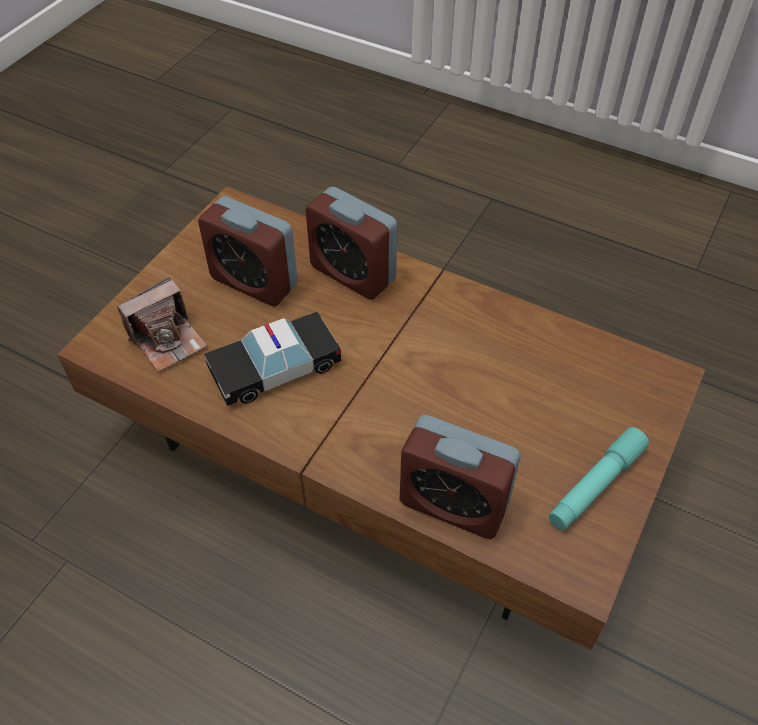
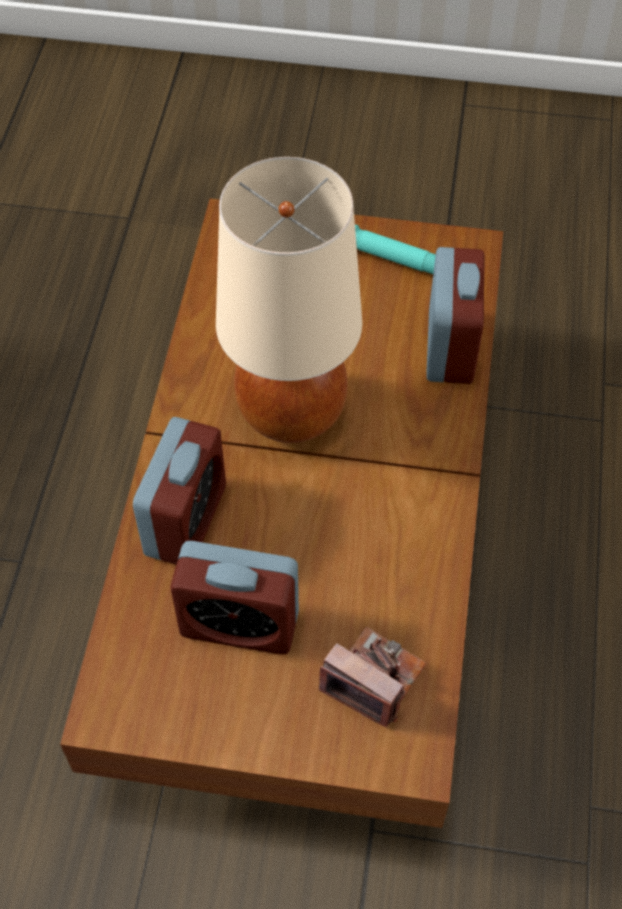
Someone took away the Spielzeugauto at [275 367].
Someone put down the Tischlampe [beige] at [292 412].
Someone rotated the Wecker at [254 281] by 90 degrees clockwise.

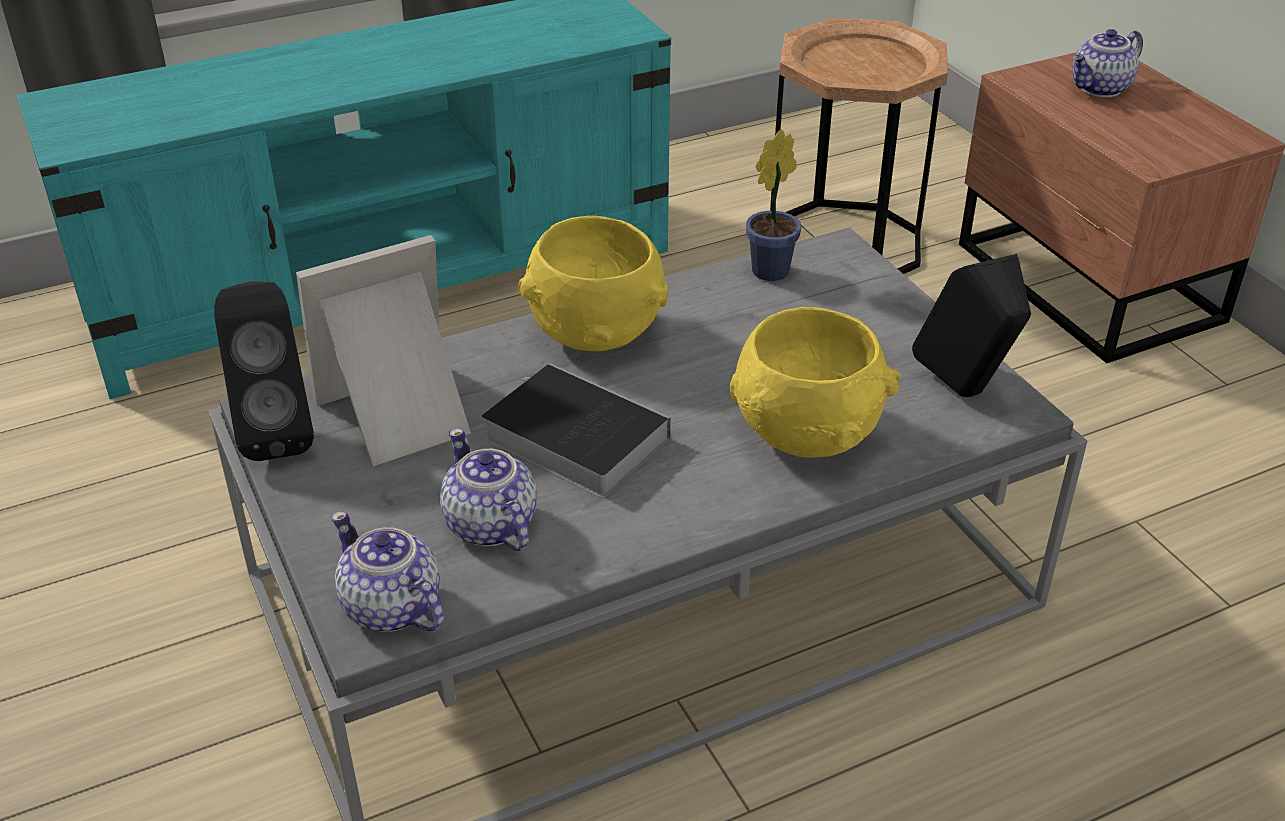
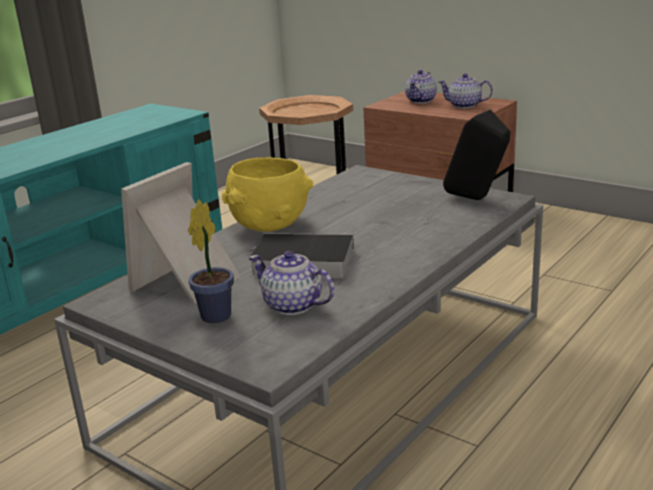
Someone took away the Lautsprecher [schwarz] at [277 432].
Someone took away the Schüssel [gelb] at [807 436].
Someone carried the Teekanne from [391 608] to [465 105].
Someone carried the Topfpflanze from [774 269] to [218 314].

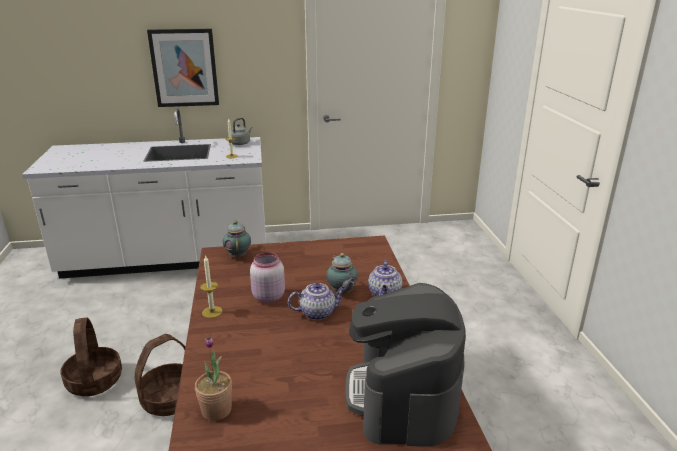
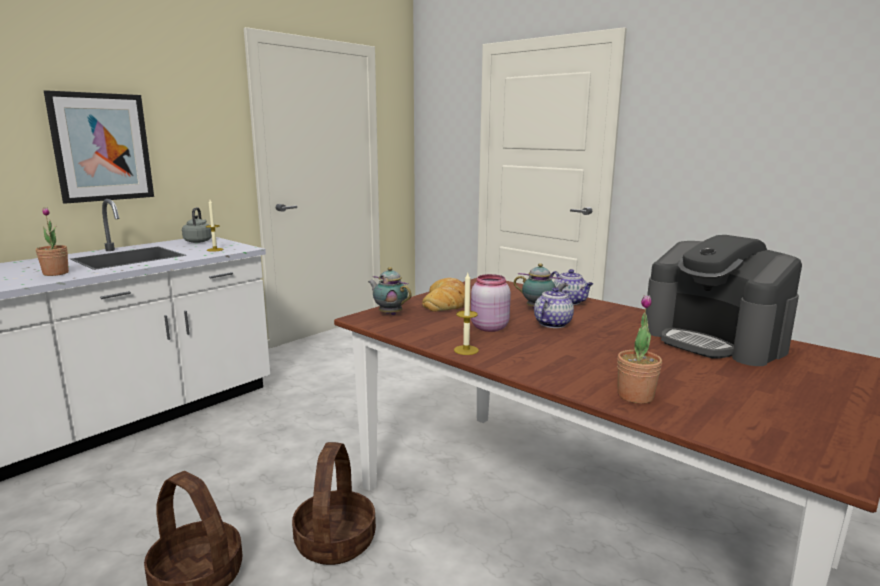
Someone put down the Topfpflanze at [56 273].
Someone put down the Brot at [447 302].

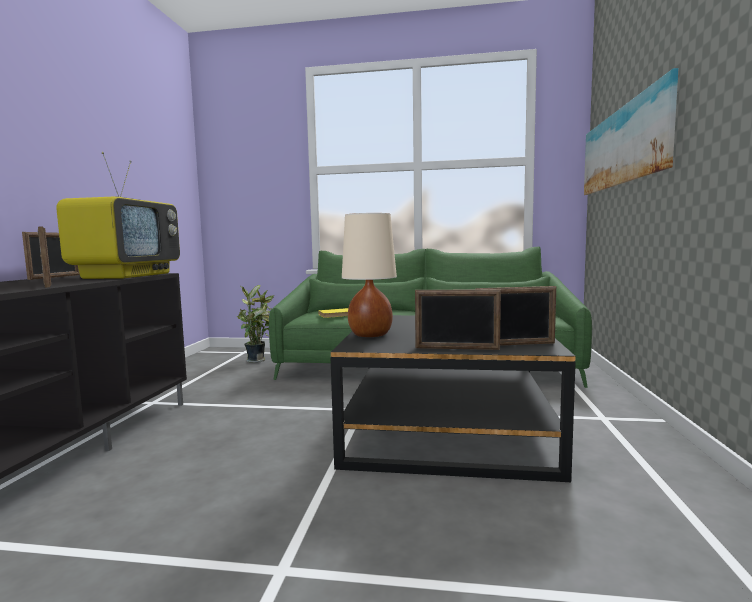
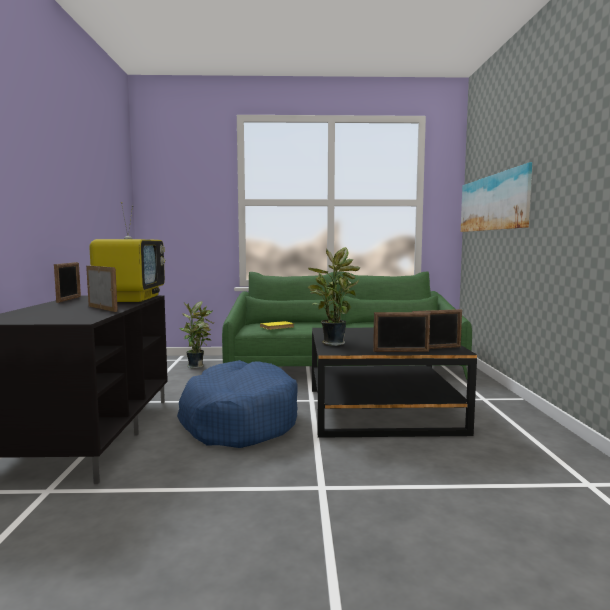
Someone put down the Hundebett [blau] at [238 420].
Someone swapped the Tischlampe [beige] at [371 335] for the Topfpflanze at [333 343].

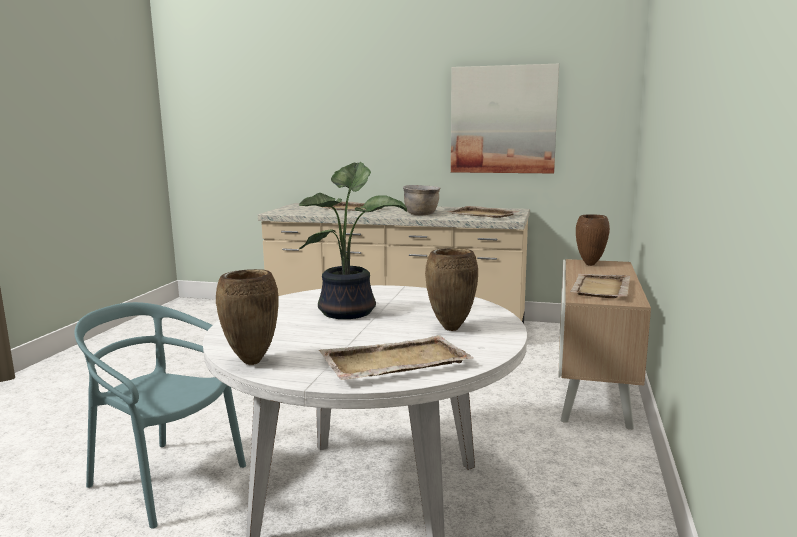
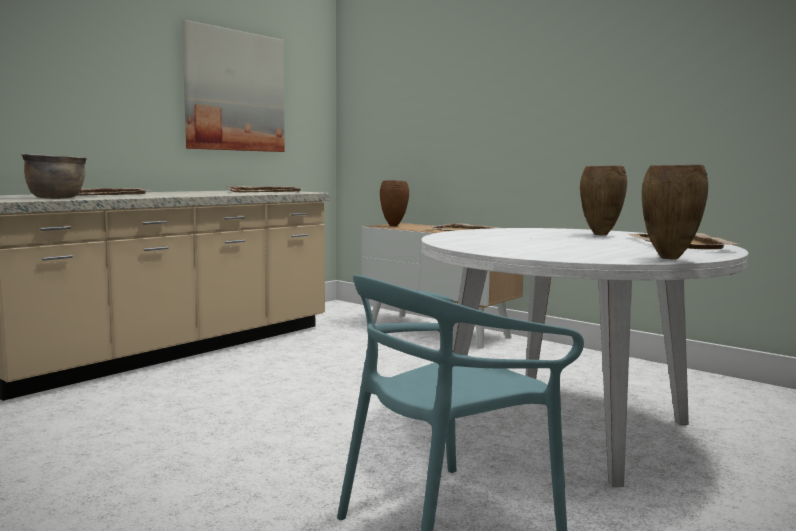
Someone took away the Topfpflanze at [350 311].
Someone carried the Kochtopf [braun] from [421 214] to [56 198].

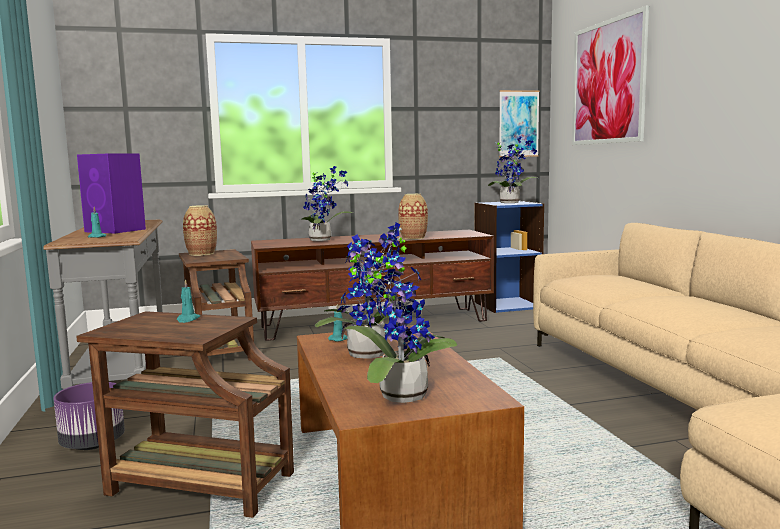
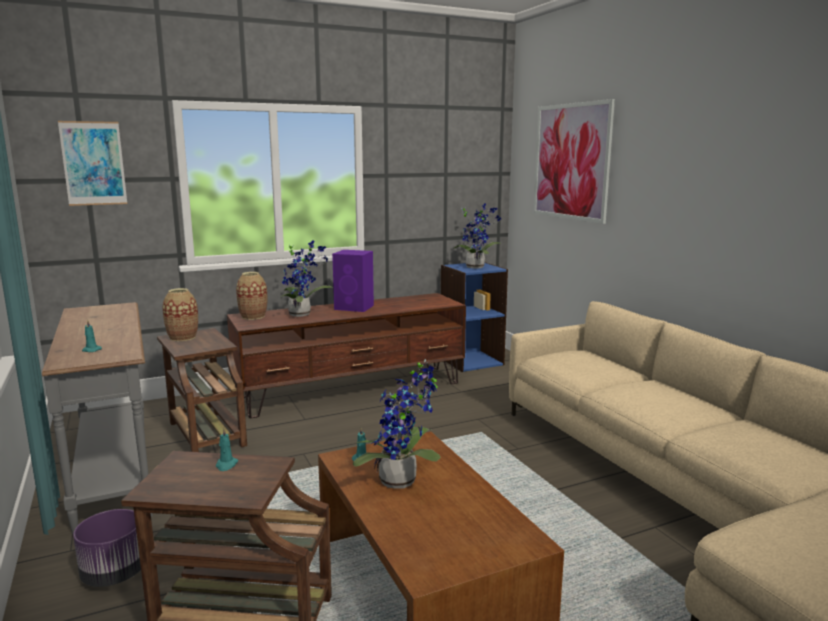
Someone took away the Topfpflanze at [397 395].
Someone carried the Lautsprecher [lila] from [116 230] to [355 307].
Someone carried the Vase from [413 238] to [253 316].
Someone carried the Bild from [518 124] to [93 163].

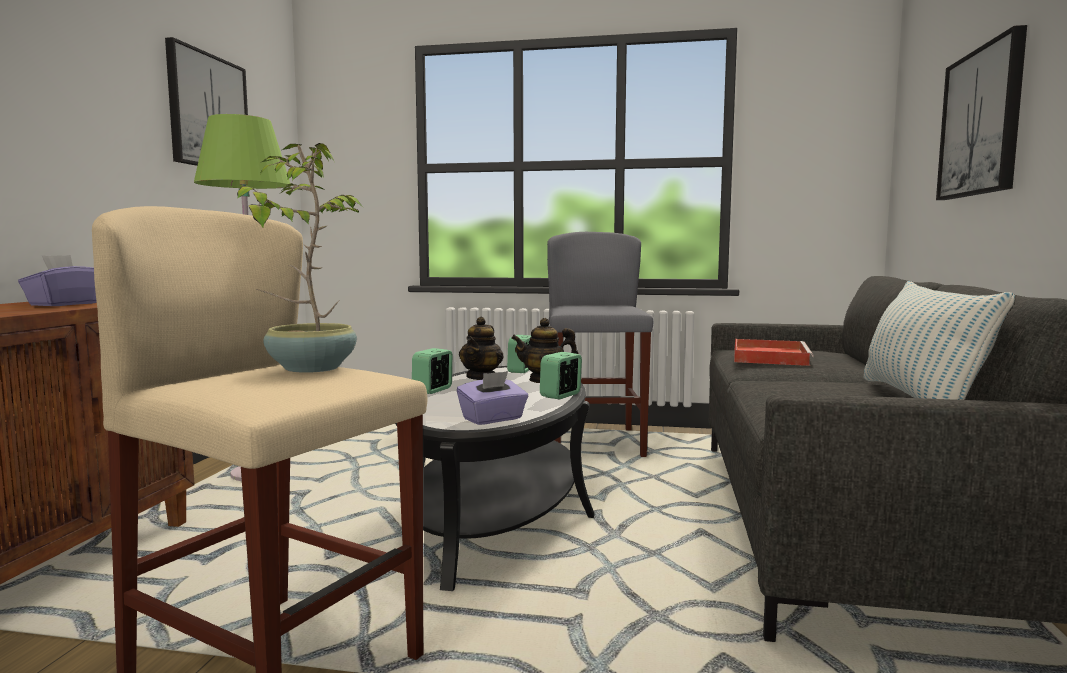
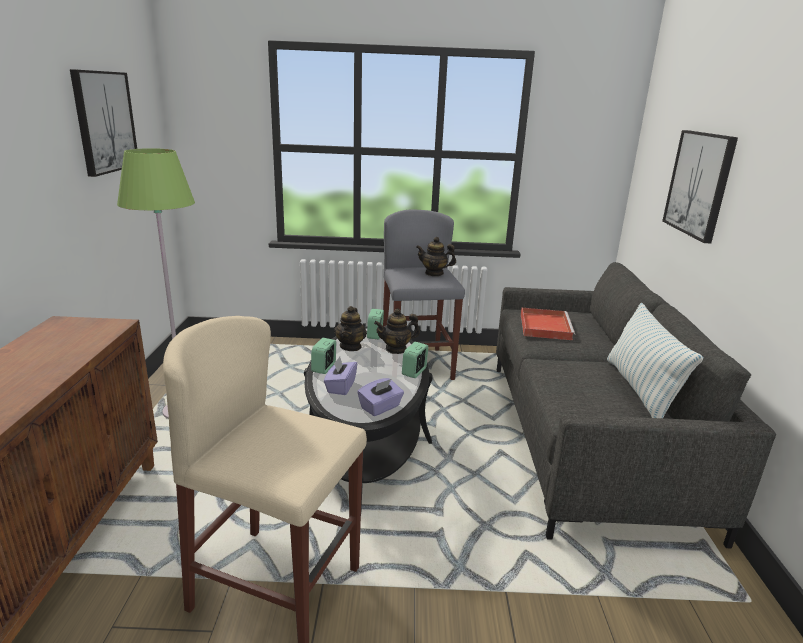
Someone took away the Topfpflanze at [309 368].
Someone put down the Teekanne at [434 273].
Someone carried the Taschentuchbox [lila] from [64 304] to [340 387].

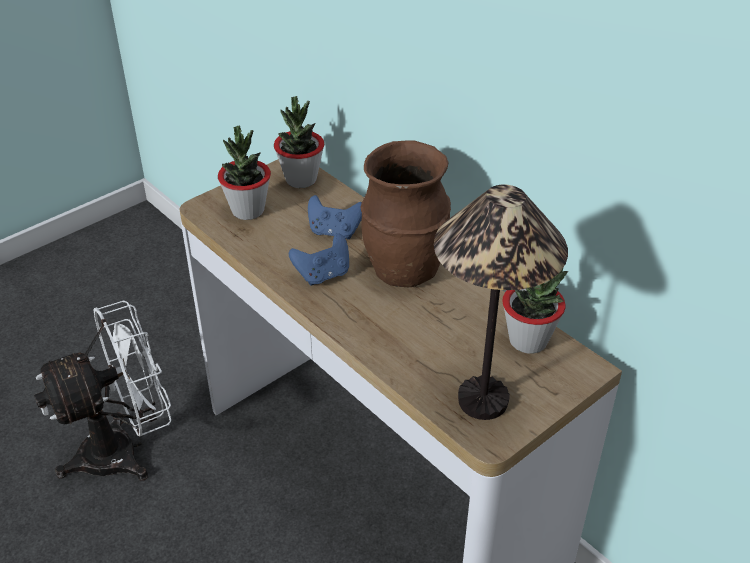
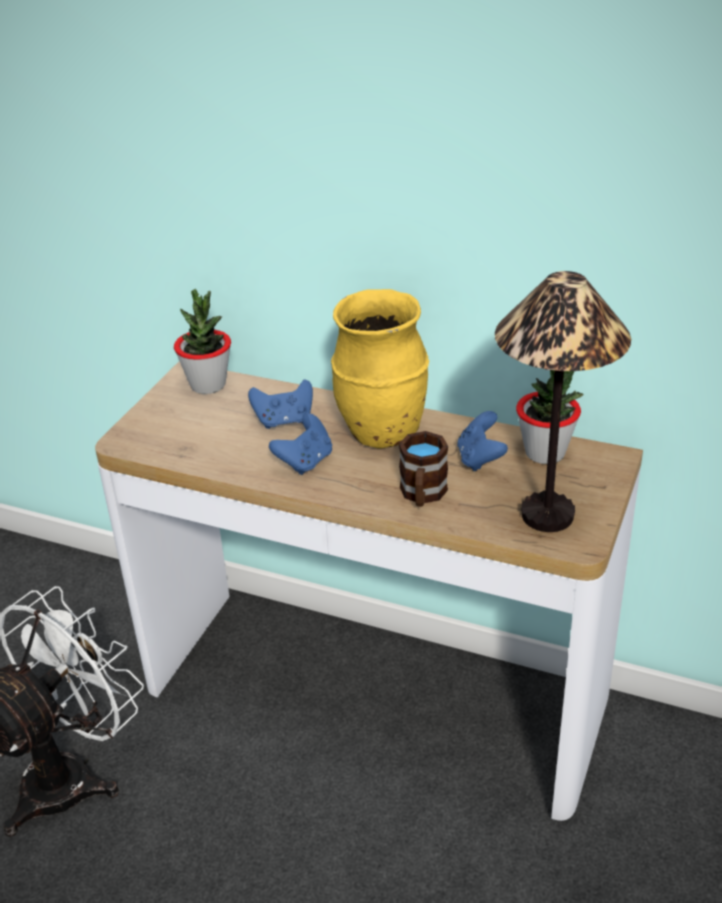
Someone took away the Topfpflanze at [248 211].
Someone put down the Henkelbecher [braun] at [422 495].
Someone put down the Gamepad [blau] at [480 459].
Someone repainted the Vase [braun] at [403 271], which became the Vase [gelb] at [382 433].

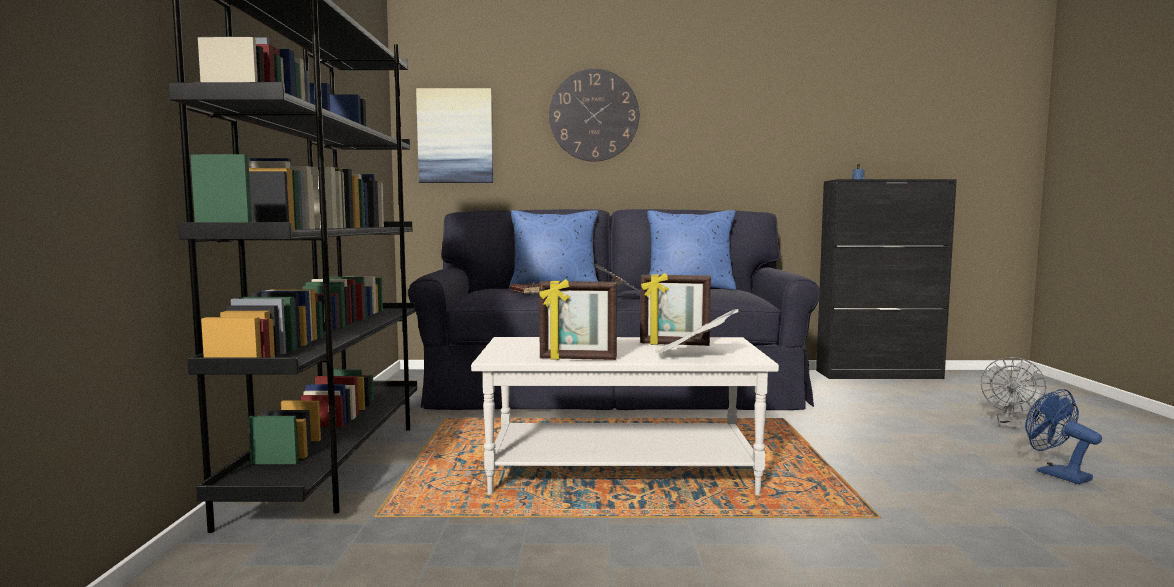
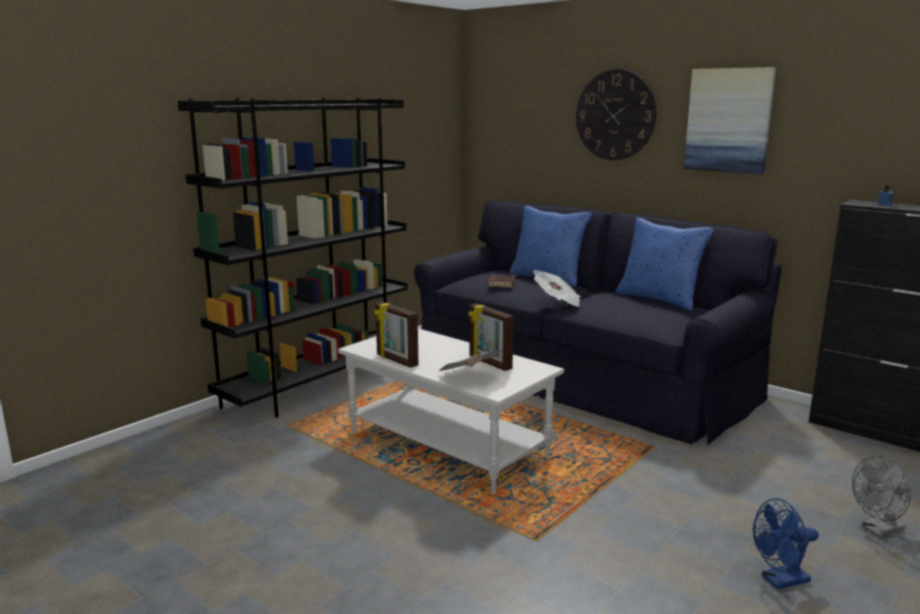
Someone carried the Bild from [455 136] to [728 120].
Someone rotated the Ventilator [blau] at [1055 474] by 120 degrees counterclockwise.

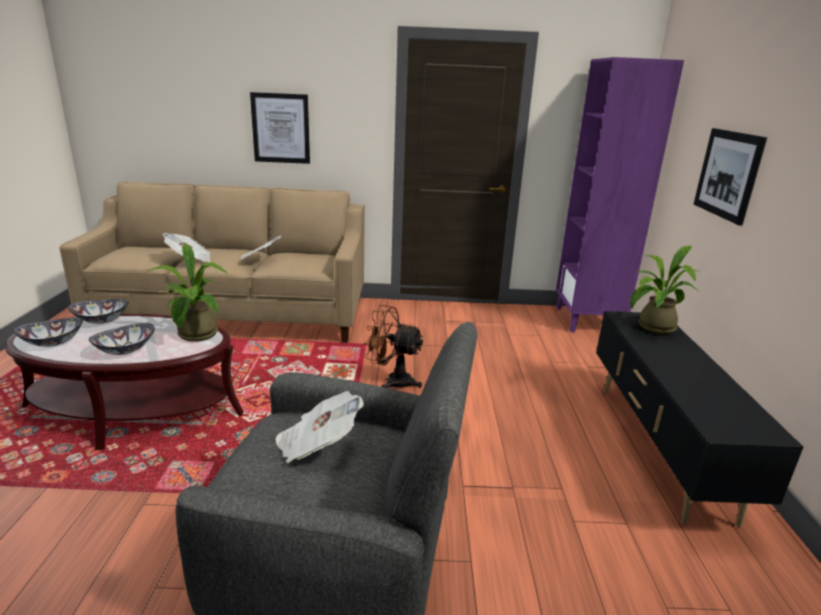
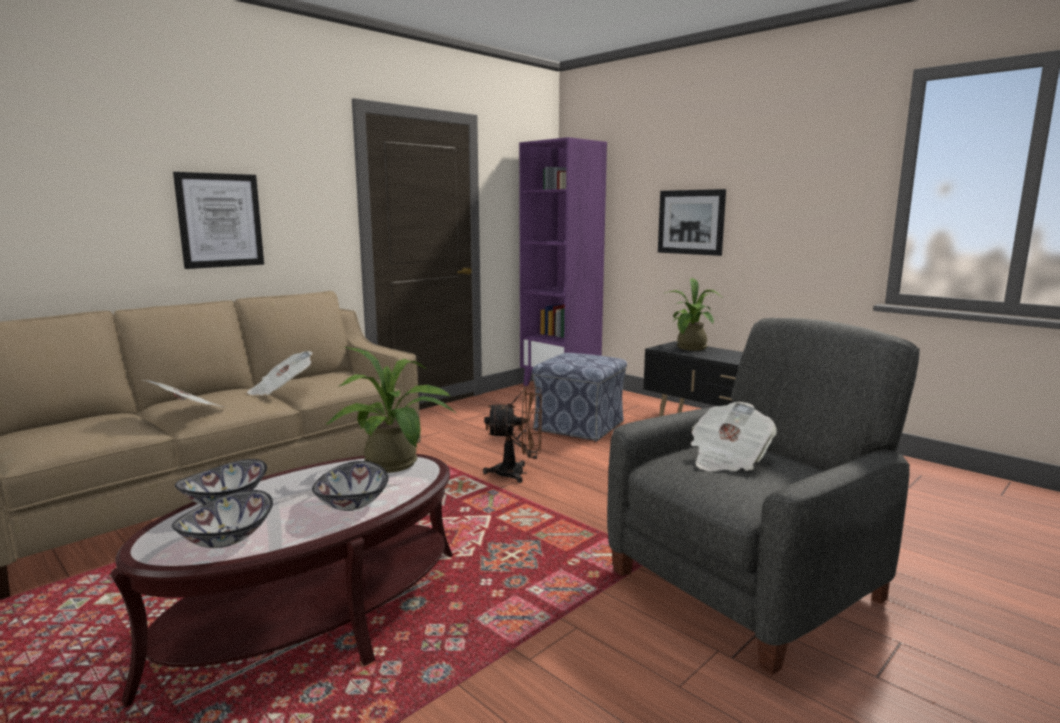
Someone put down the Polsterhocker at [580 426].
Someone rotated the Ventilator [braun] at [392 381] by 150 degrees counterclockwise.

